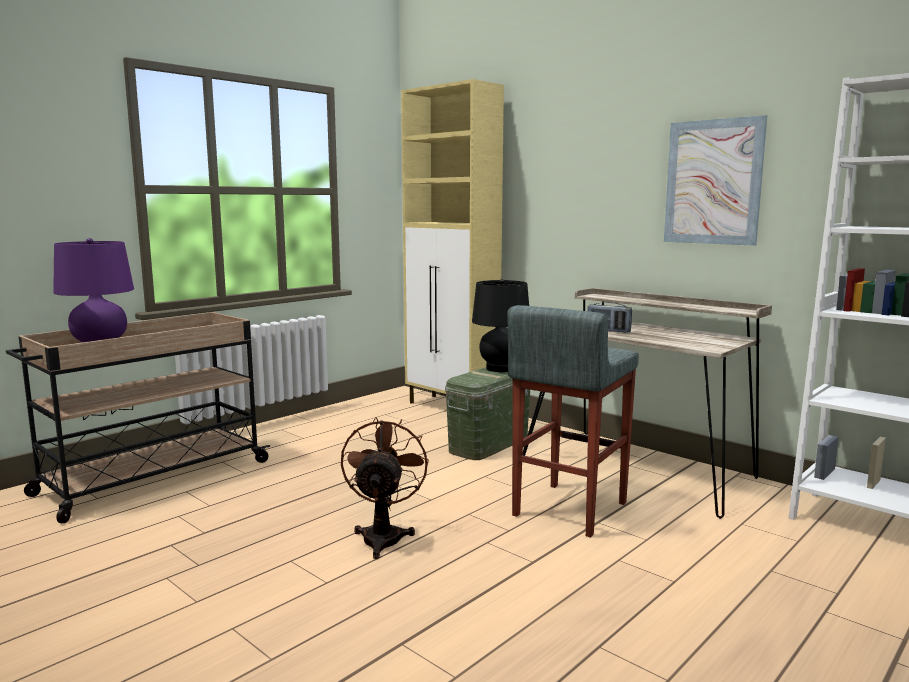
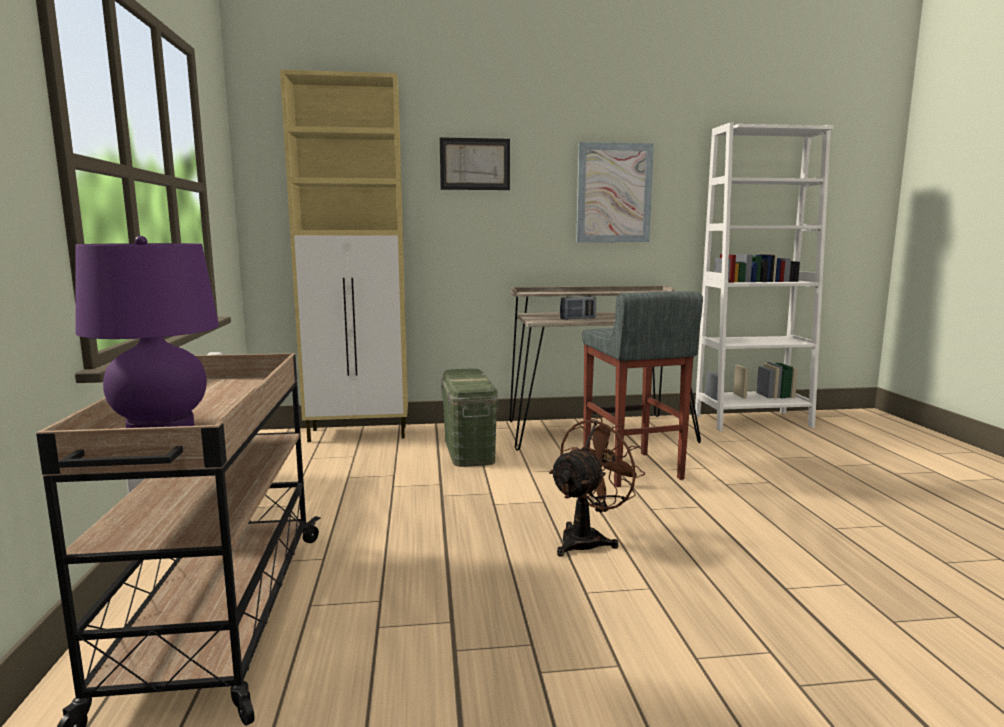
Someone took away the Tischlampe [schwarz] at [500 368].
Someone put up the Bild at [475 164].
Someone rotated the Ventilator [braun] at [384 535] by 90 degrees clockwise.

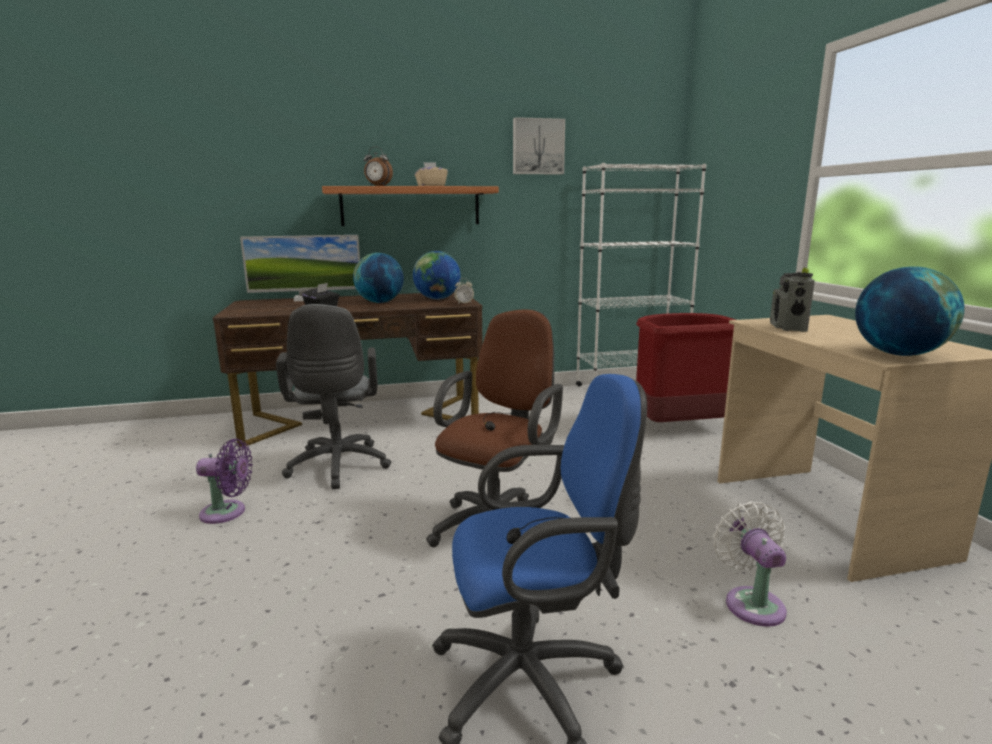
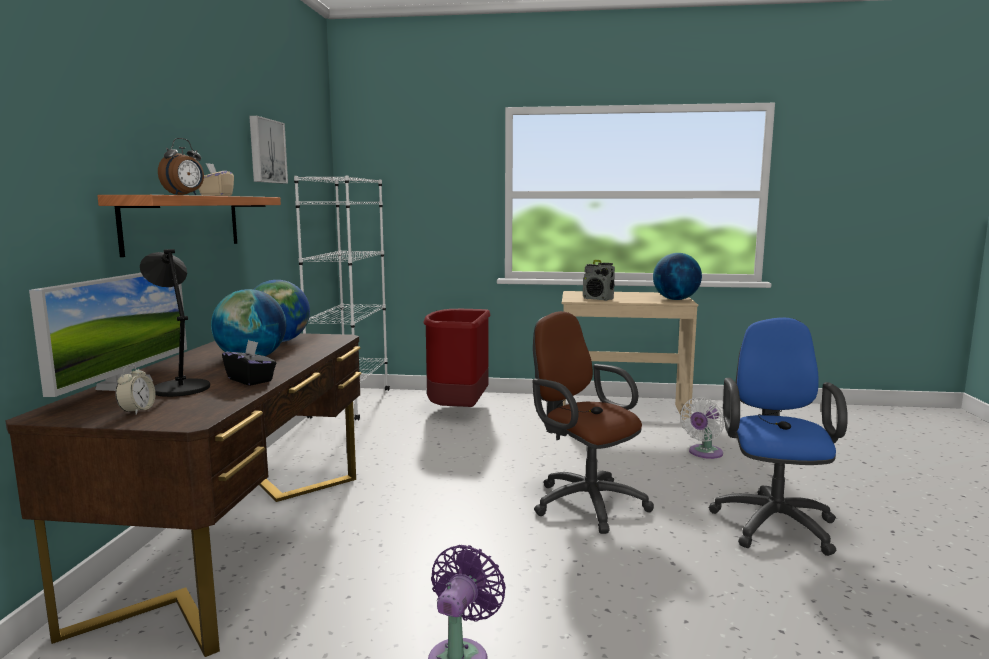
Someone took away the Bürostuhl [grau] at [337 468].
Someone put down the Tischlampe [schwarz] at [180 388].
Someone carried the Wecker from [464 303] to [137 411].
Someone rotated the Ventilator [weiß] at [751 602] by 60 degrees counterclockwise.

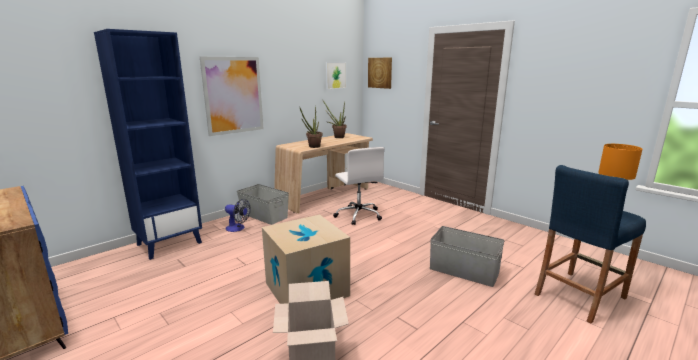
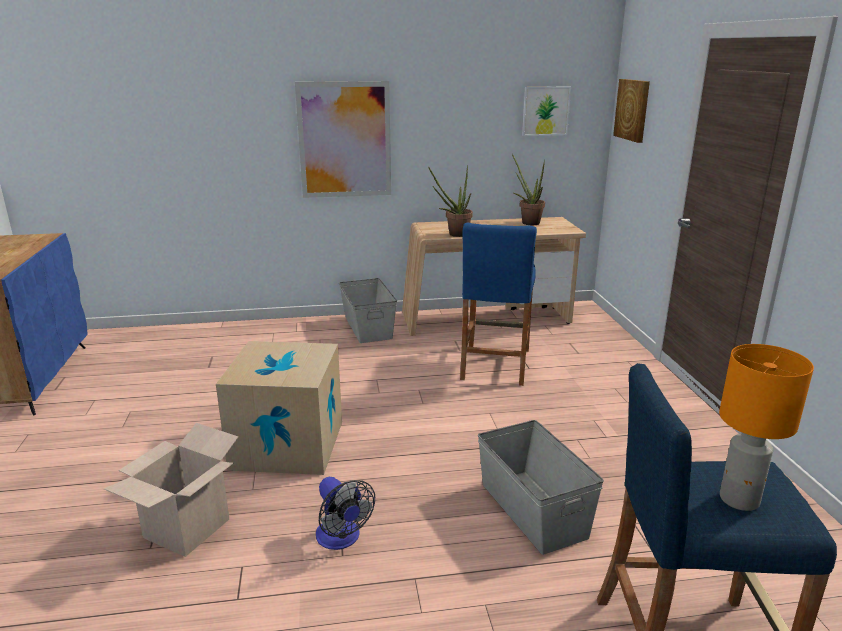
Someone took away the Bücherregal [blau] at [169 243].
Someone carried the Ventilator from [238 228] to [341 539].
Someone swapped the Bürostuhl [weiß] at [358 215] for the Hocker [blau] at [494 364].

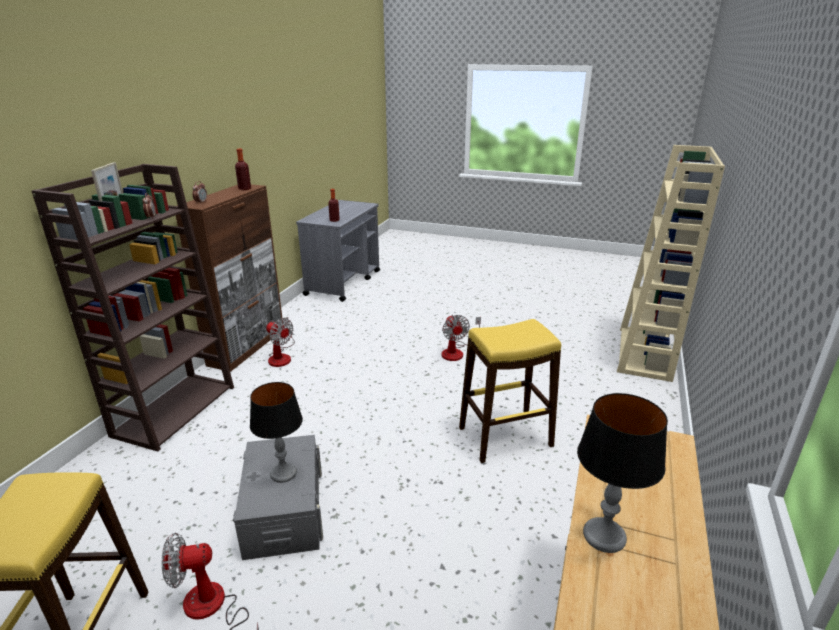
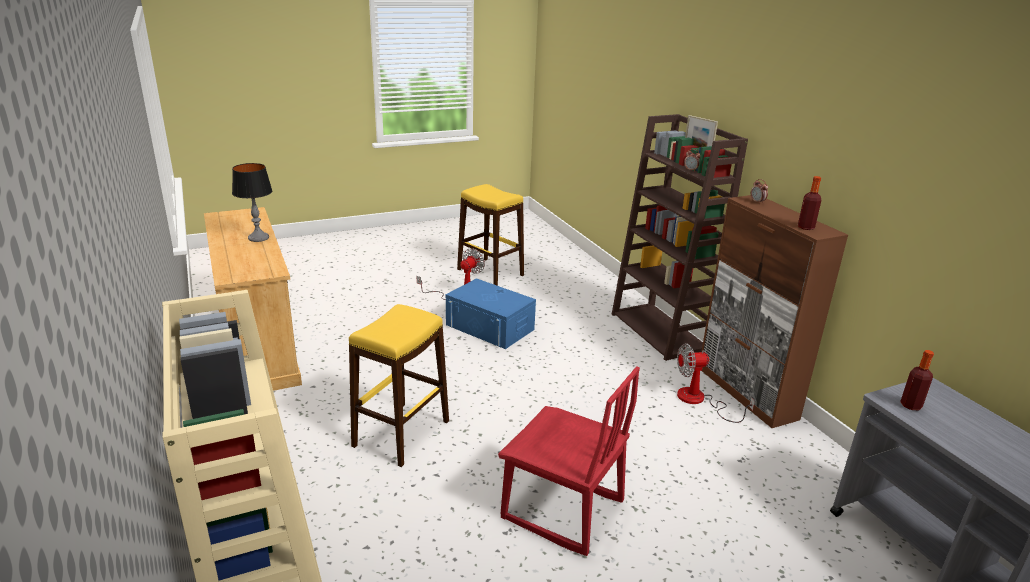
Someone took away the Tischlampe at [283 473].
Someone swapped the Ventilator at [457 352] for the Stuhl [rot] at [562 511].
Someone repainted the Aufbewahrungsbox [grau] at [283 511], which became the Aufbewahrungsbox [blau] at [490 327].

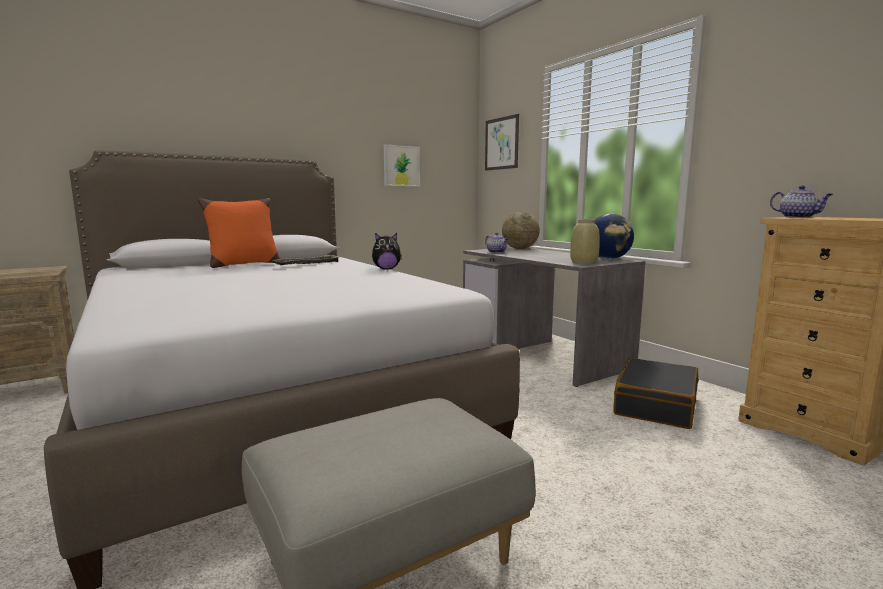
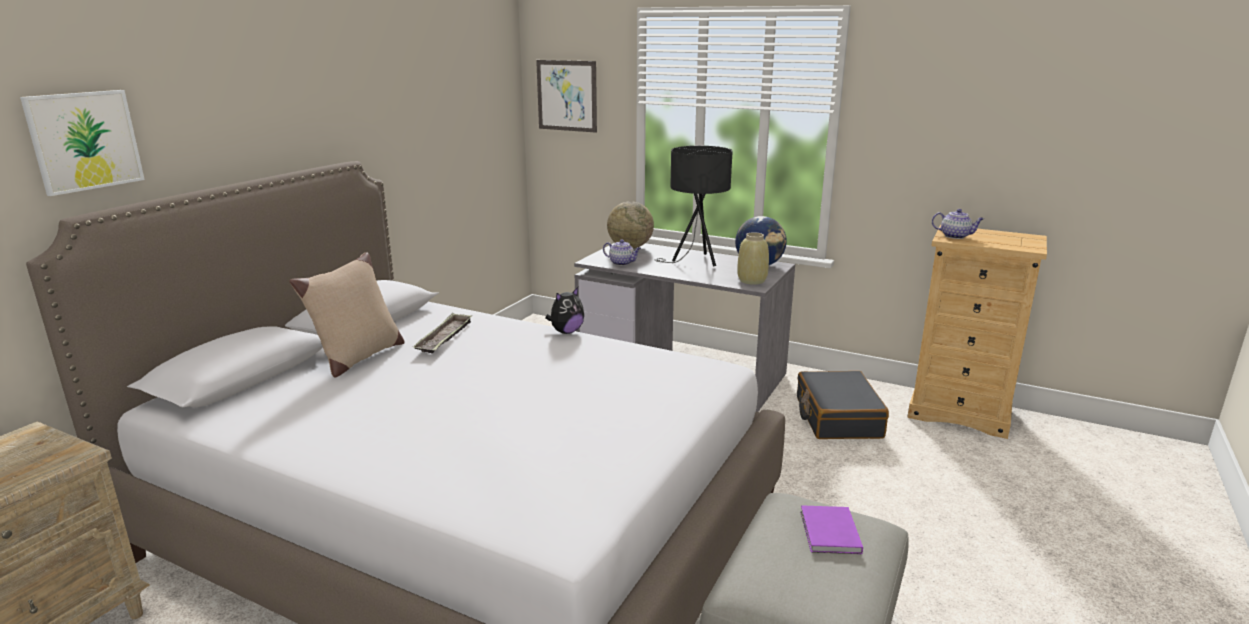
Someone put down the Tischlampe [schwarz] at [694 261].
Someone put down the Buch [lila] at [829 533].
Someone carried the Bild from [401 166] to [85 141].
Someone repainted the Kissen [orange] at [243 265], which became the Kissen [beige] at [358 358].

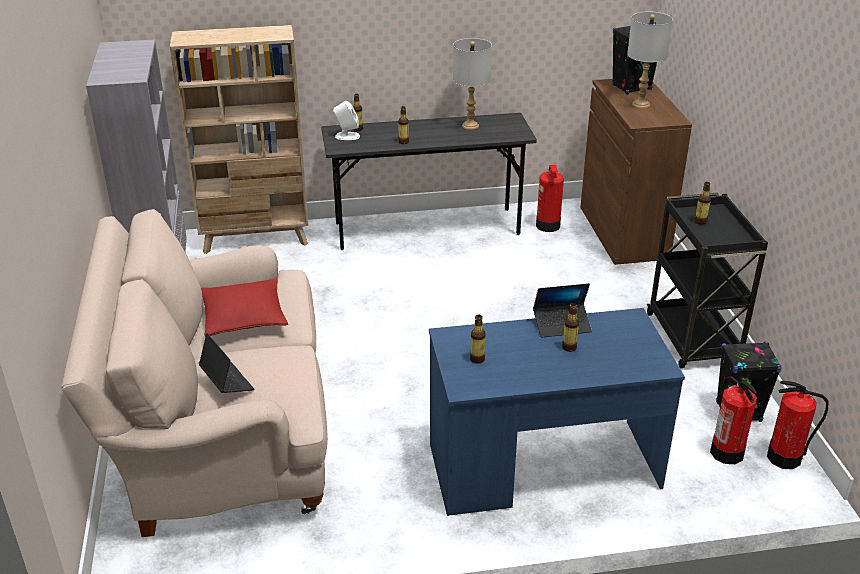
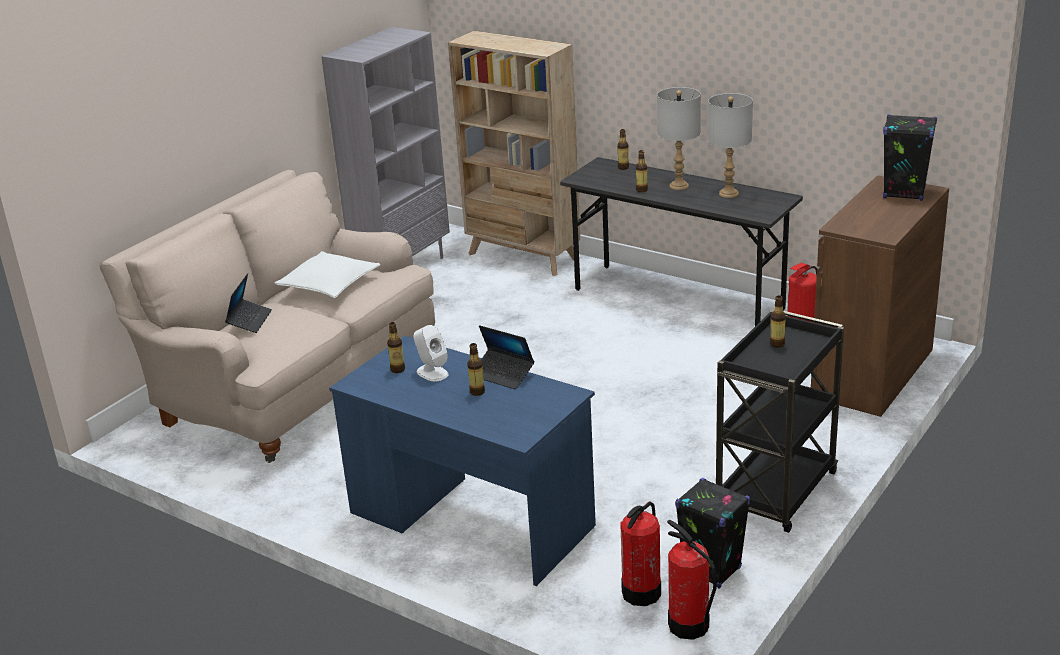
Someone carried the Lautsprecher [weiß] from [347 136] to [432 372].
Someone carried the Tischlampe [grau] from [641 105] to [679 186].
Someone repainted the Kissen [rot] at [243 316], which became the Kissen [weiß] at [329 284].

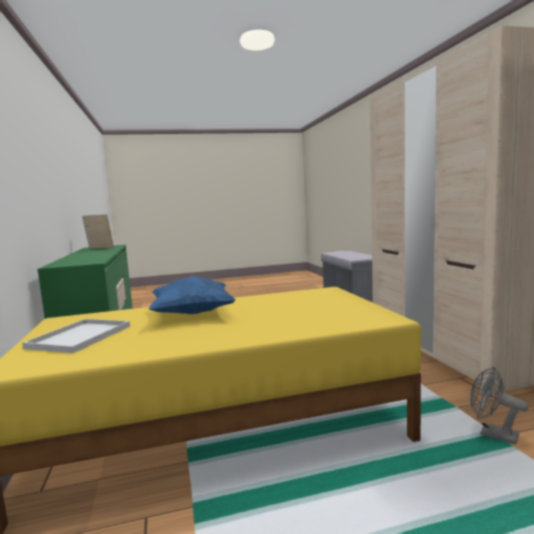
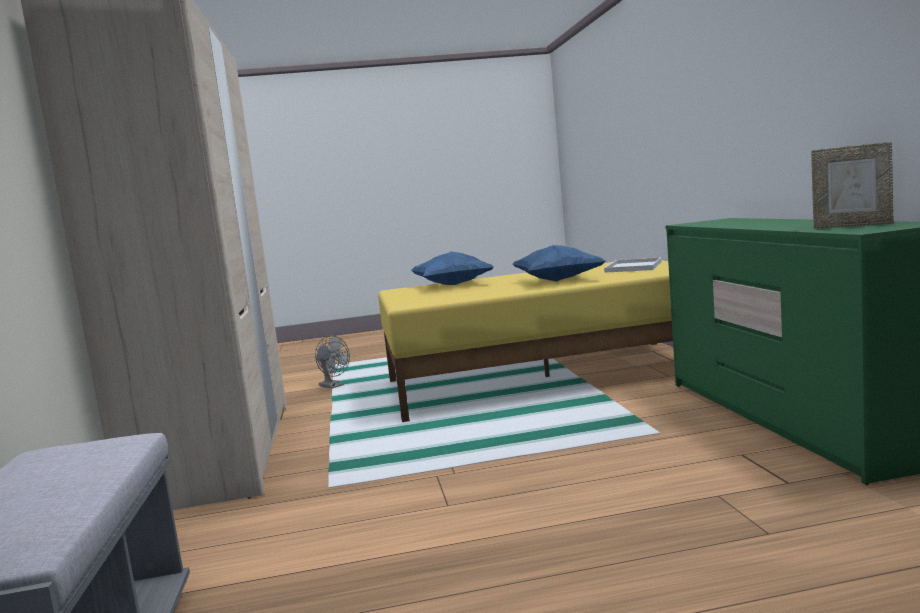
Someone put down the Kissen [blau] at [453 285].

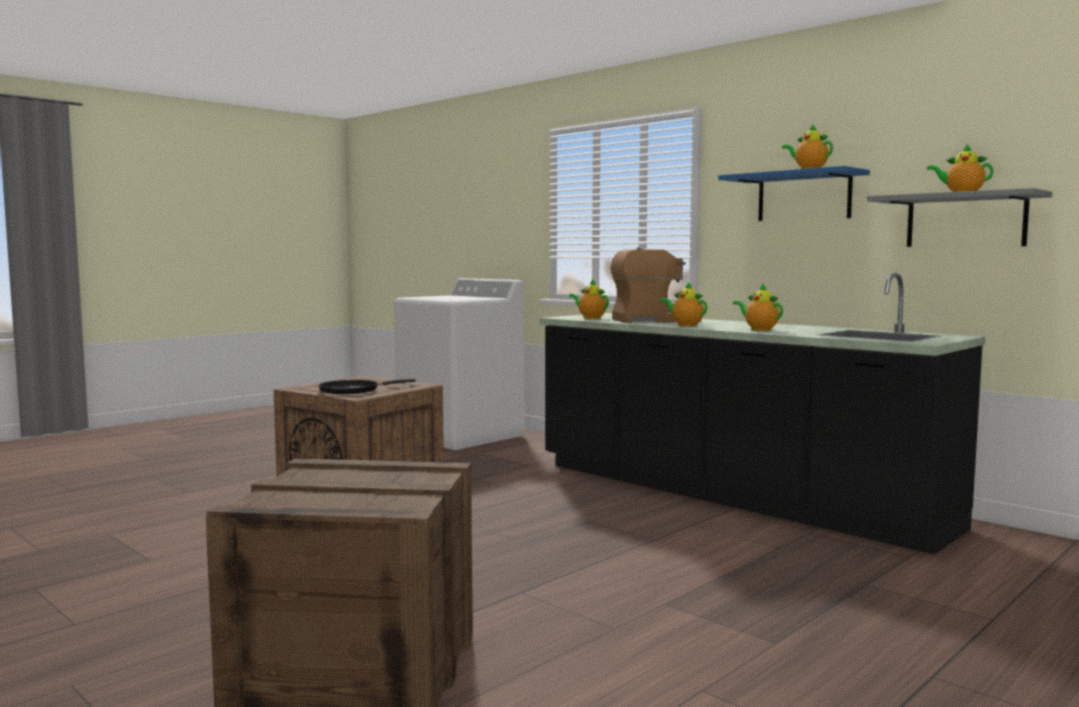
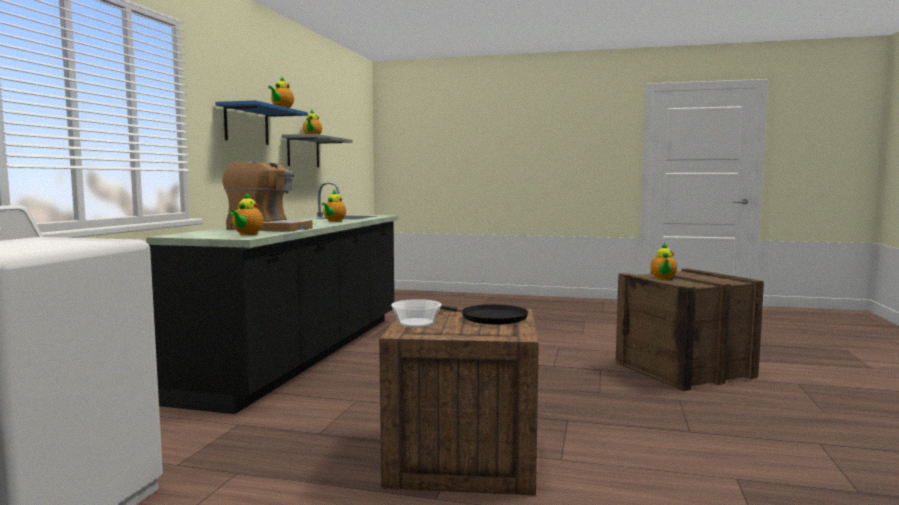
Someone put down the Schüssel at [416 323].
Someone carried the Teekanne from [685 325] to [663 279].
Someone rotated the Kaffeemaschine at [653 320] by 150 degrees clockwise.

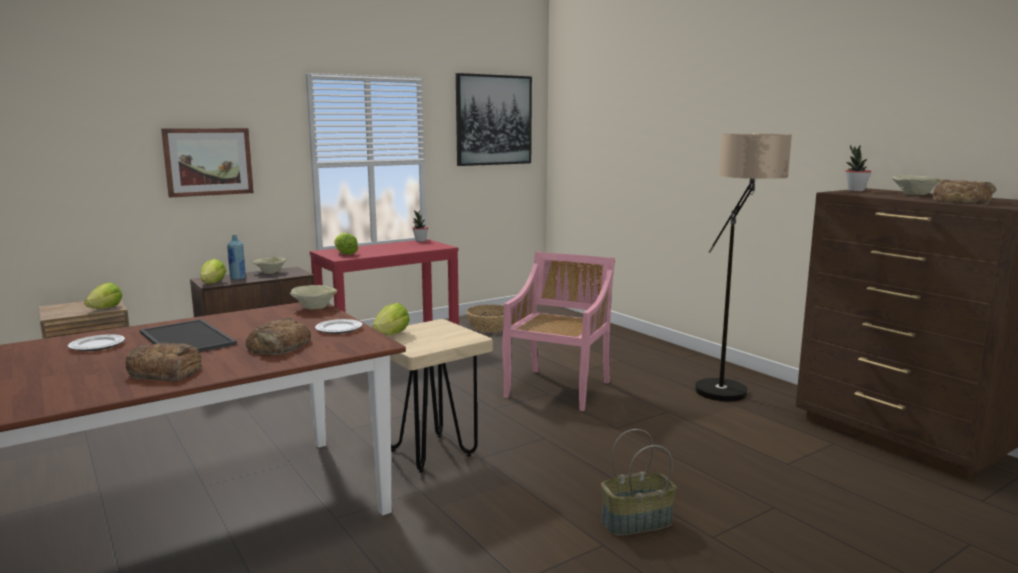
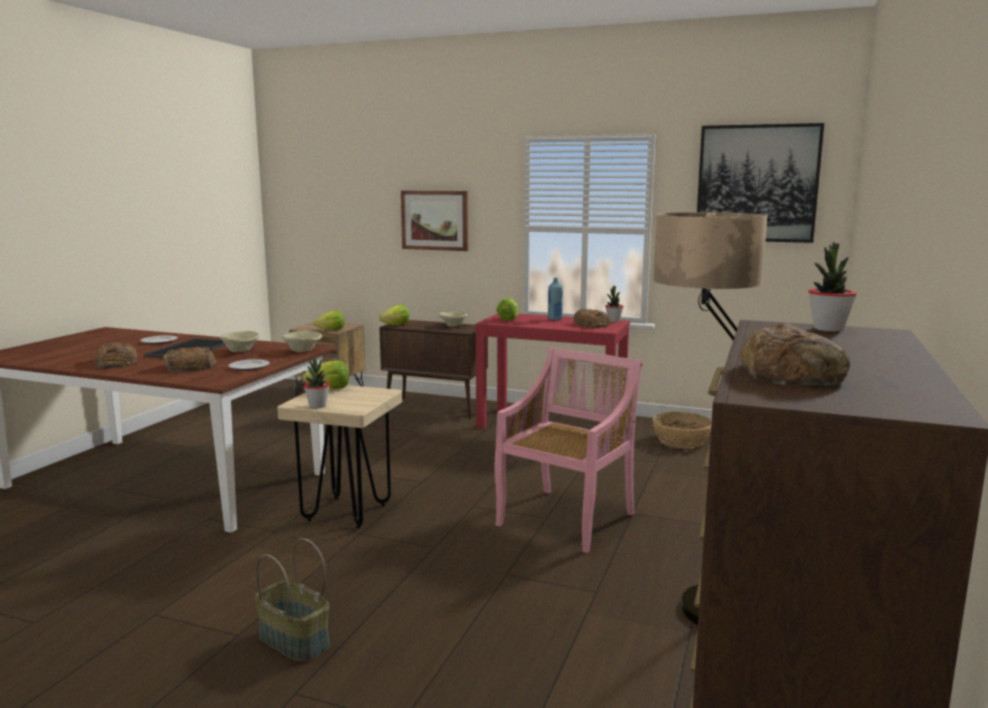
Someone put down the Topfpflanze at [317 406].
Someone put down the Brot at [591 324].
Someone carried the Flasche [blau] from [238 278] to [554 319].
Someone carried the Schüssel [beige] from [914 195] to [241 351].
Someone rotated the Stuhl [rosa] at [558 389] by 45 degrees counterclockwise.

